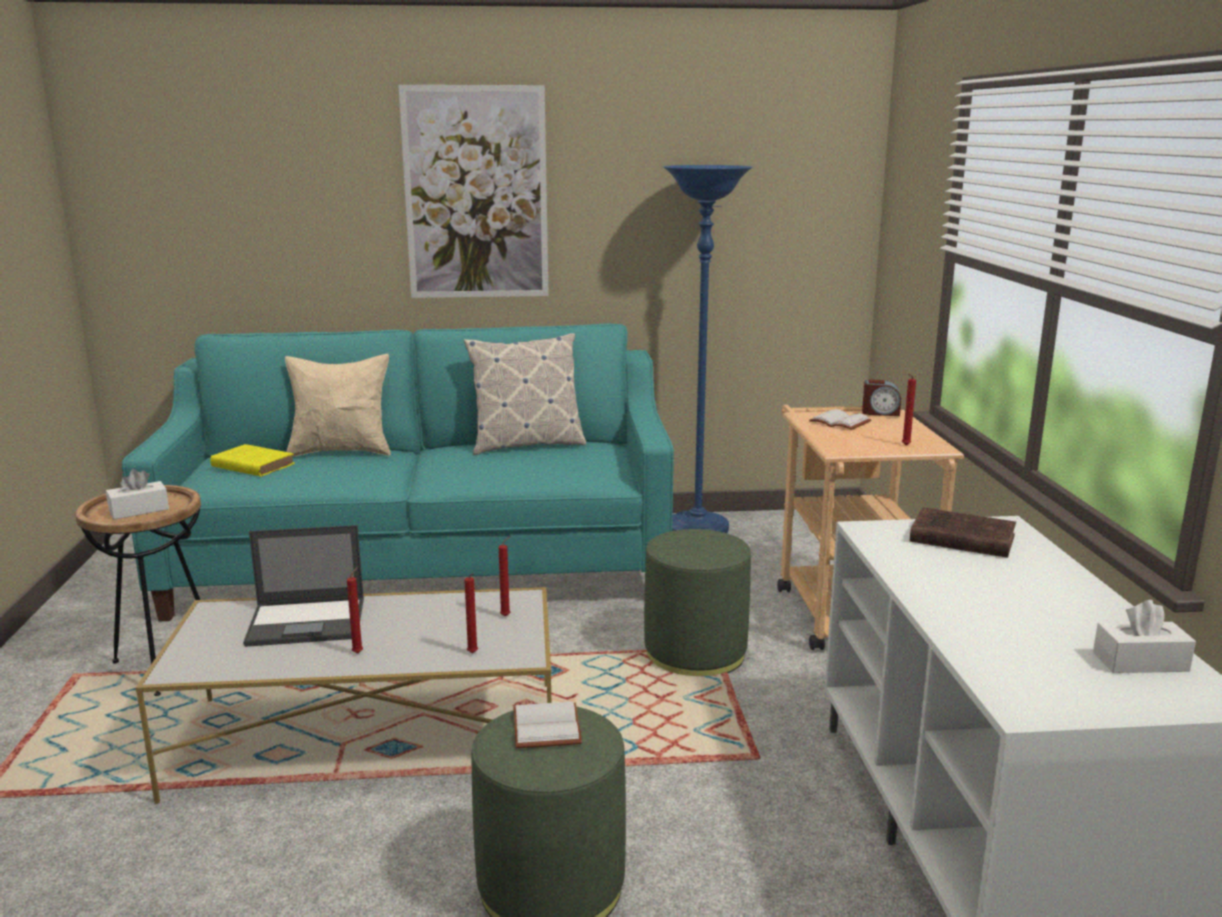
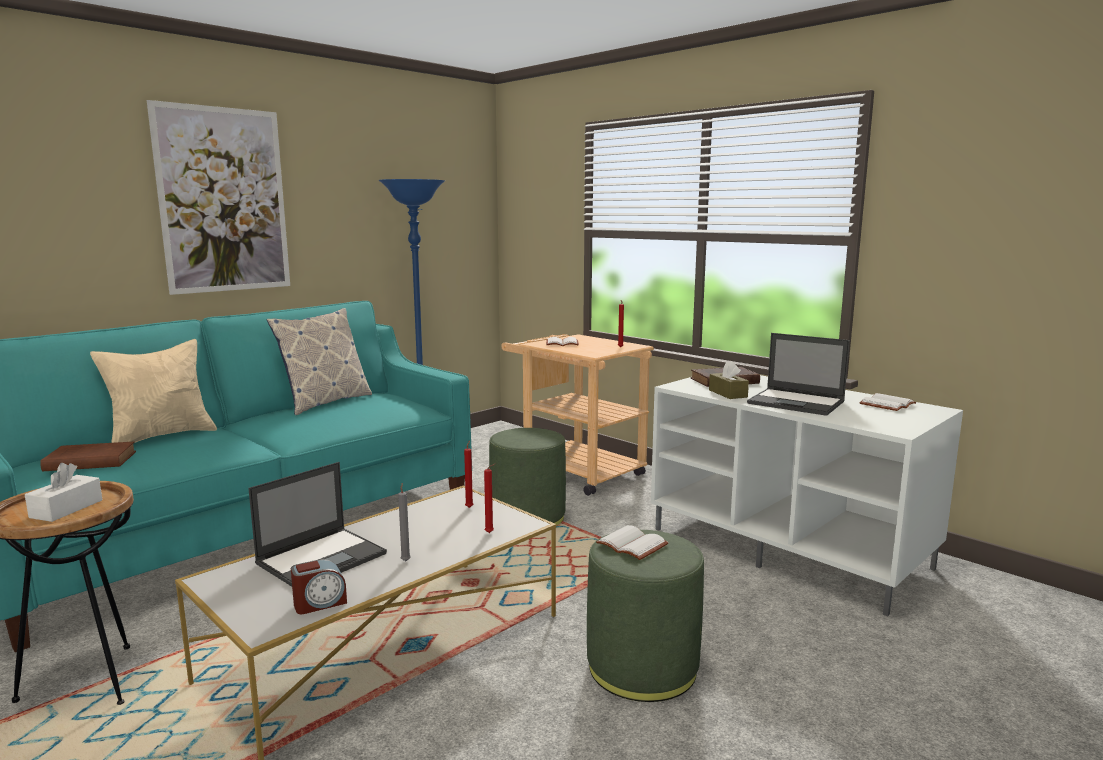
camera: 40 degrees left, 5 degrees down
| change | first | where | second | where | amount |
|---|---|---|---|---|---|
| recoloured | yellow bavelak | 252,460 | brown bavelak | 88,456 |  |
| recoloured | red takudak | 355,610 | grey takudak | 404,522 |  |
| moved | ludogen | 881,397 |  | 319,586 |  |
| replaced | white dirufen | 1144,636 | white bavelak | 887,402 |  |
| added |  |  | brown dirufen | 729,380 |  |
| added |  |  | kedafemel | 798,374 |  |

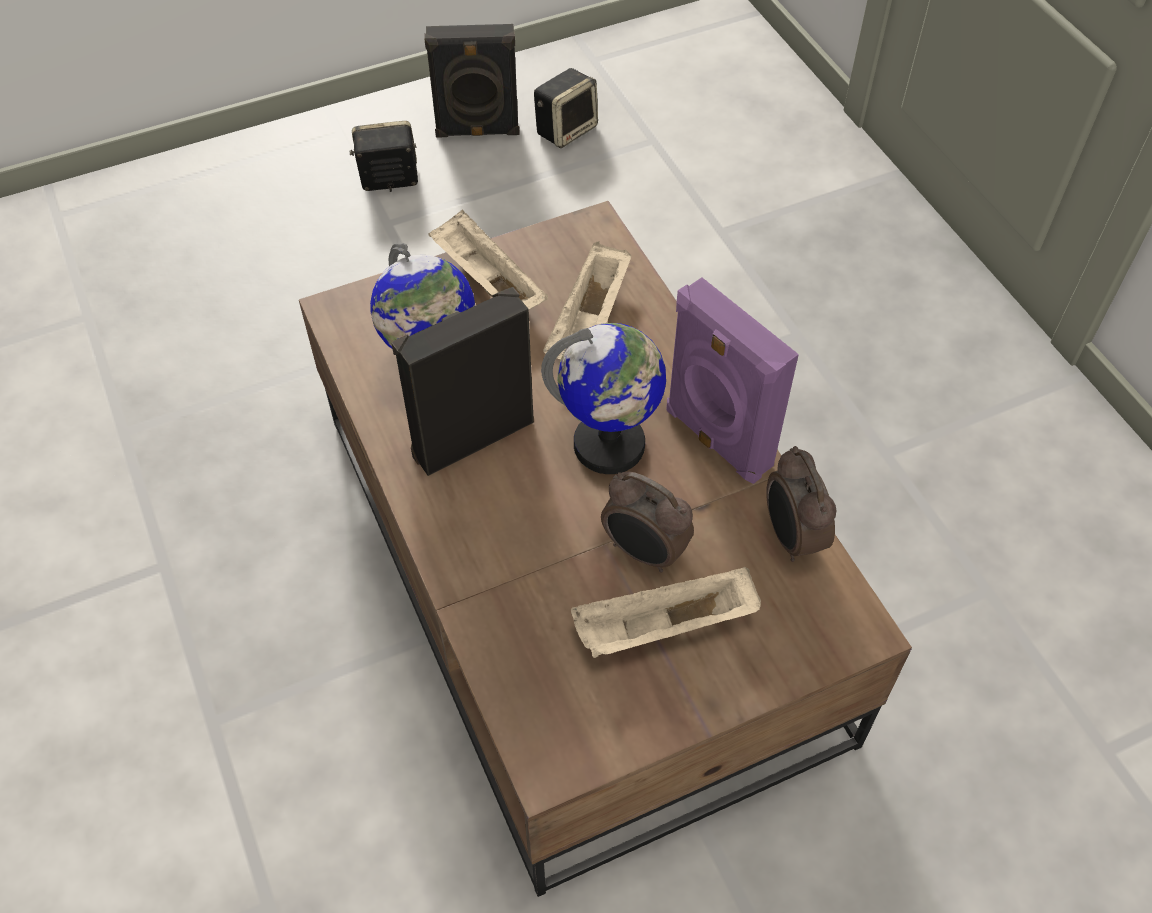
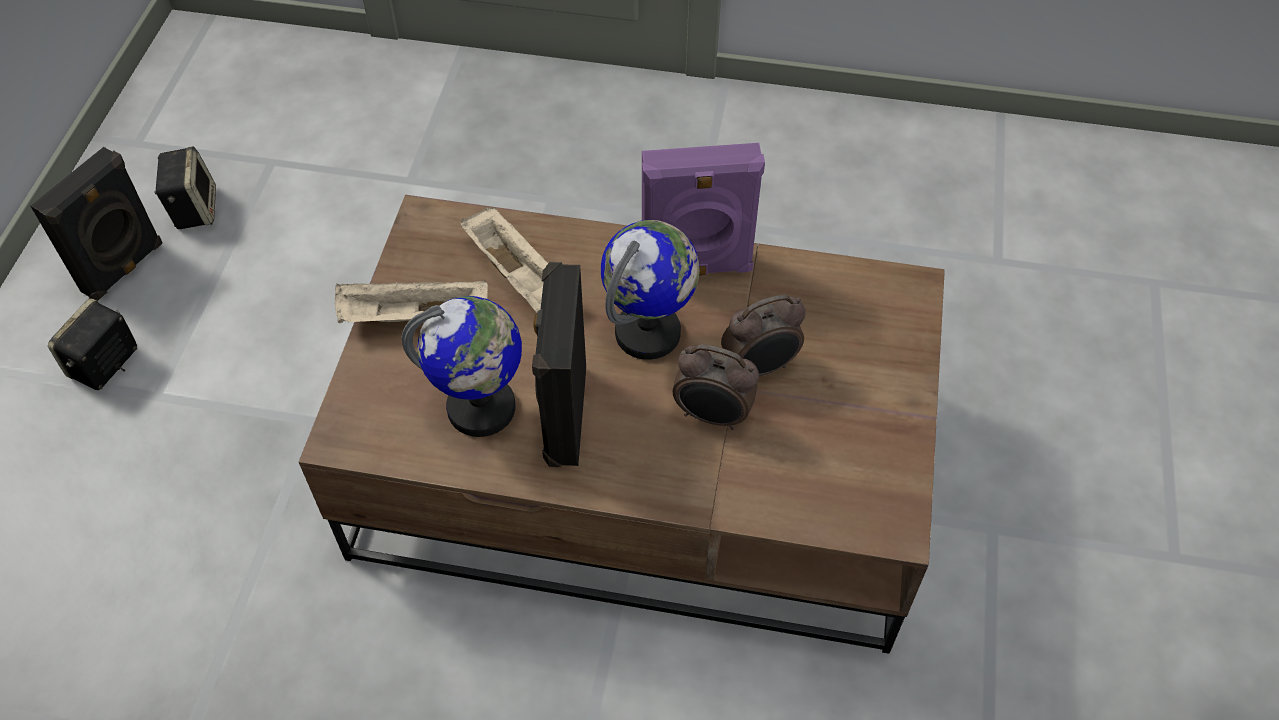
camera: 55 degrees left, 0 degrees up
| change | first | where | second | where | amount |
|---|---|---|---|---|---|
| removed | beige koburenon | 666,612 |  |  |  |
| moved | ludogen | 801,504 |  | 716,387 |  |

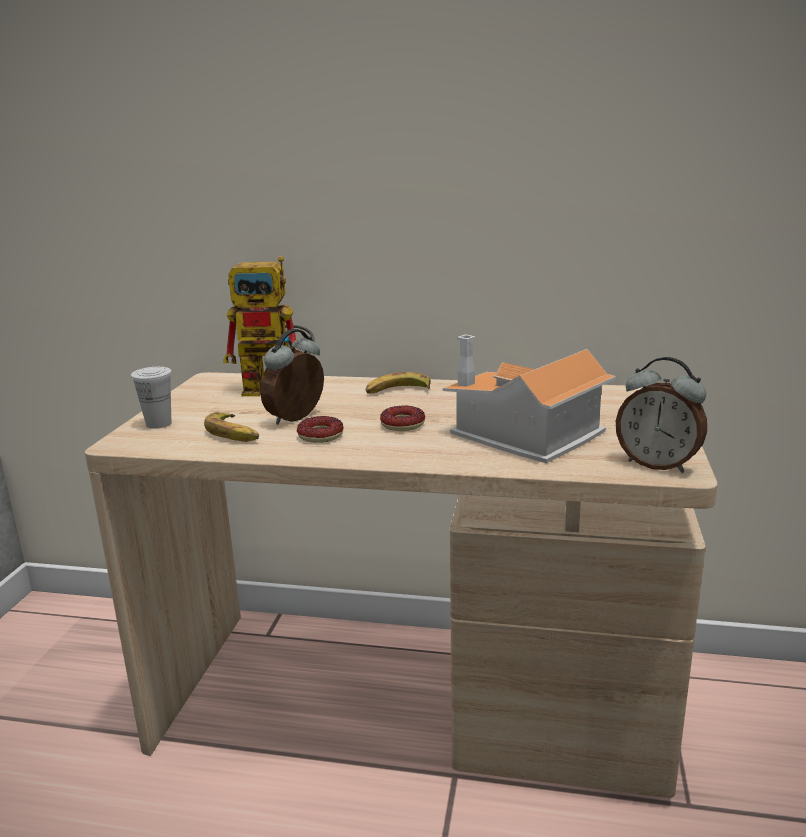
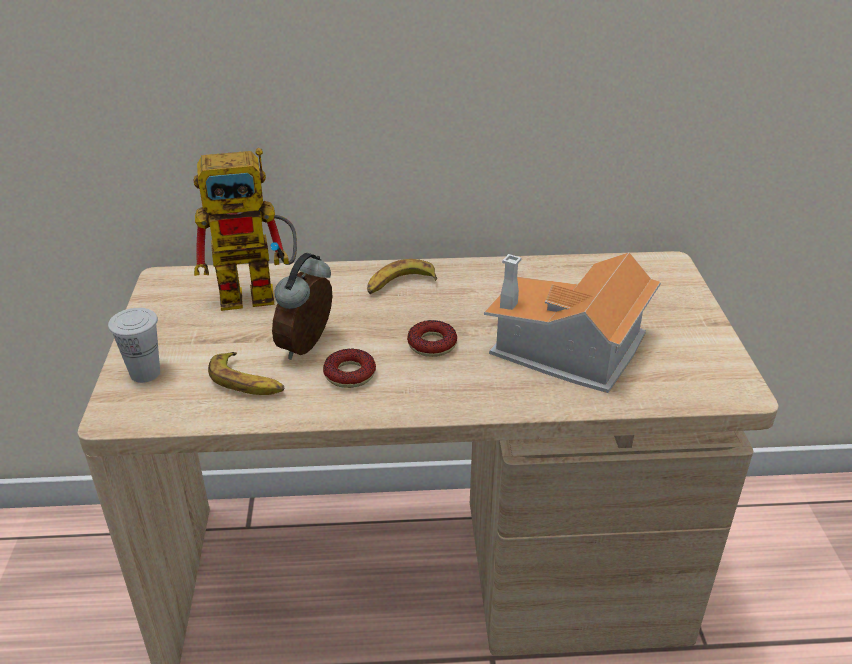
camera: 15 degrees left, 15 degrees up
| change | first | where | second | where | amount |
|---|---|---|---|---|---|
| removed | ludogen | 661,415 |  |  |  |

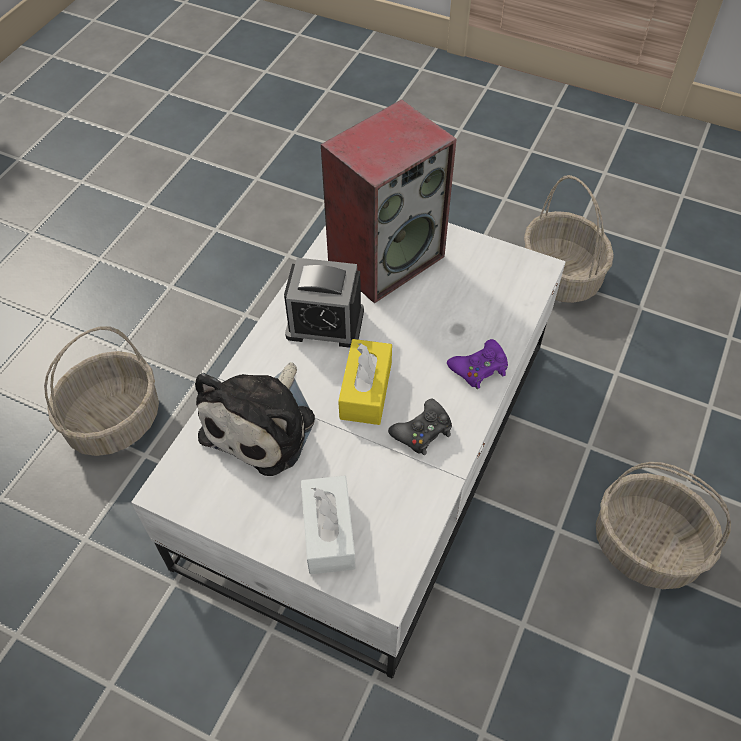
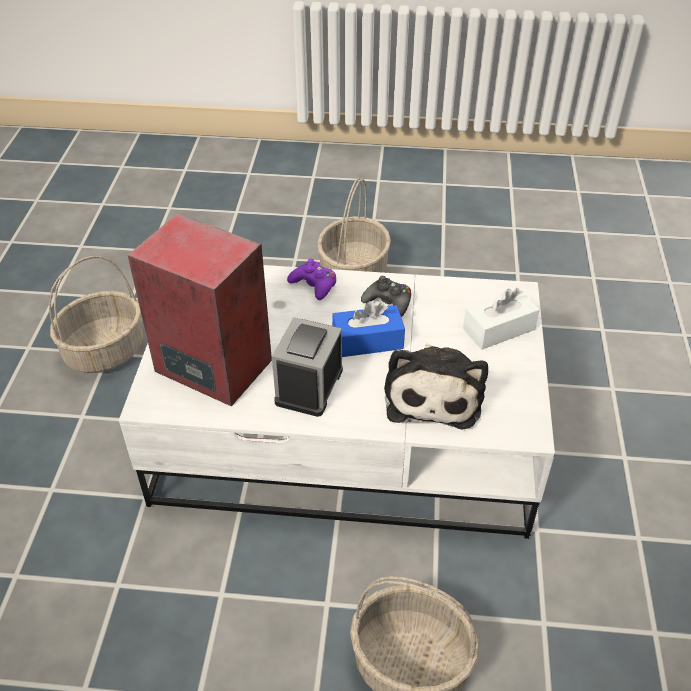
camera: 110 degrees left, 10 degrees down
| change | first | where | second | where | amount |
|---|---|---|---|---|---|
| turned | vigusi | 255,419 |  | 436,386 | 90 degrees clockwise |
| turned | ludogen | 324,303 |  | 307,367 | 150 degrees counterclockwise |
| recoloured | yellow dirufen | 365,382 | blue dirufen | 368,329 |  |

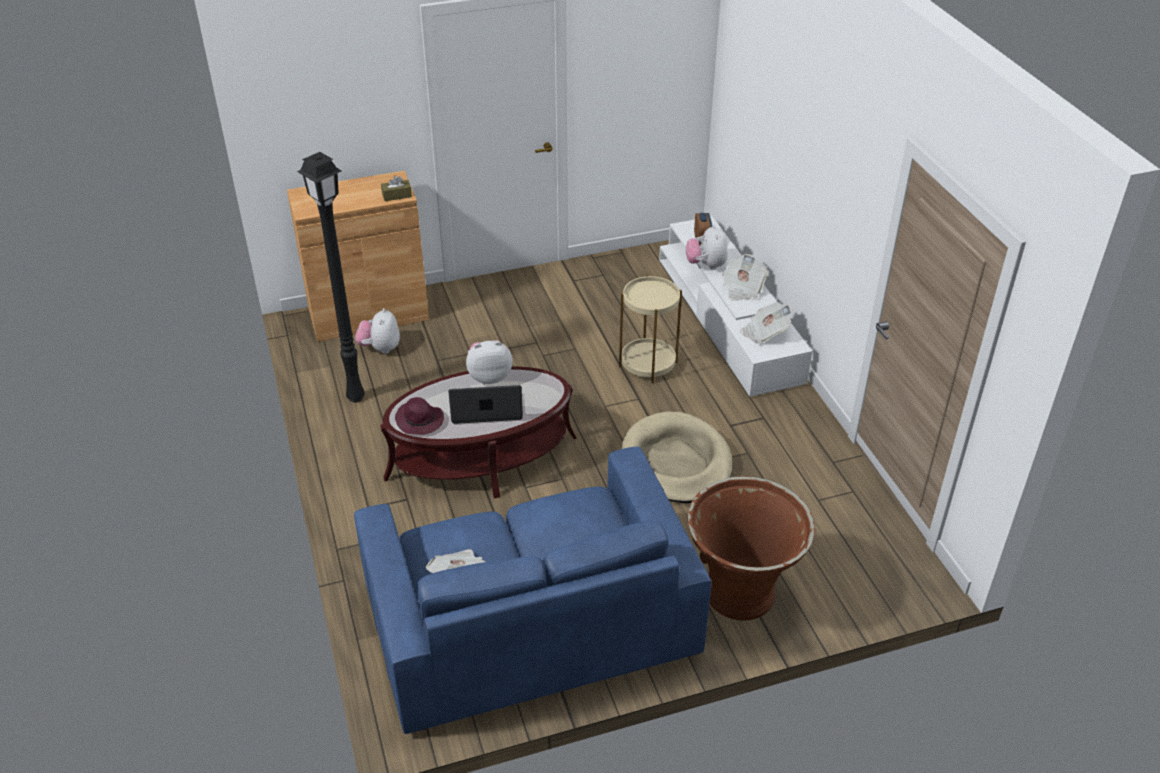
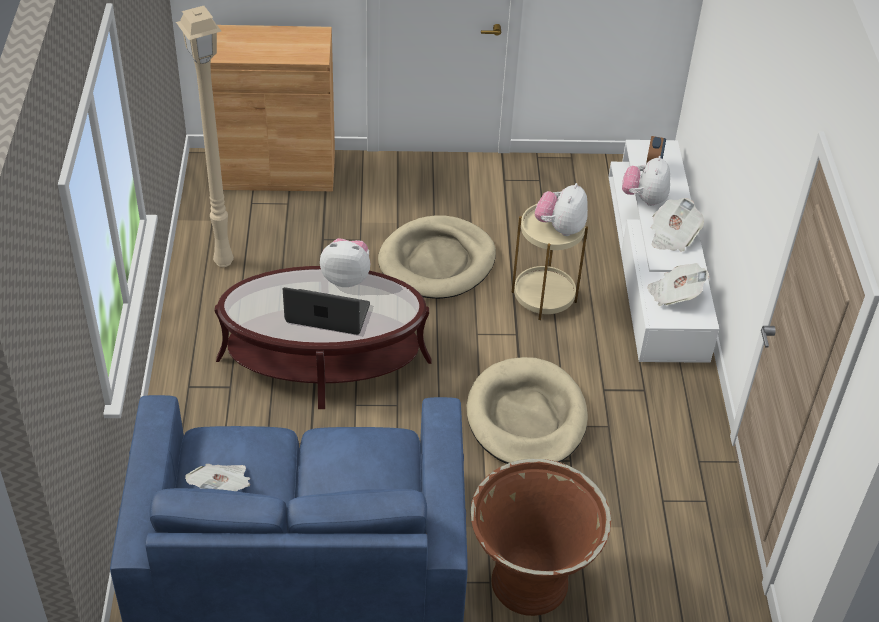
camera: 15 degrees right, 5 degrees up
| change | first | where | second | where | amount |
|---|---|---|---|---|---|
| recoloured | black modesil | 331,277 | beige modesil | 205,136 |  |
| moved | vigusi | 377,331 |  | 561,209 |  |
| removed | brown dirufen | 396,188 |  |  |  |
| removed | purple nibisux | 419,416 |  |  |  |
| added |  |  | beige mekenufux | 437,257 |  |

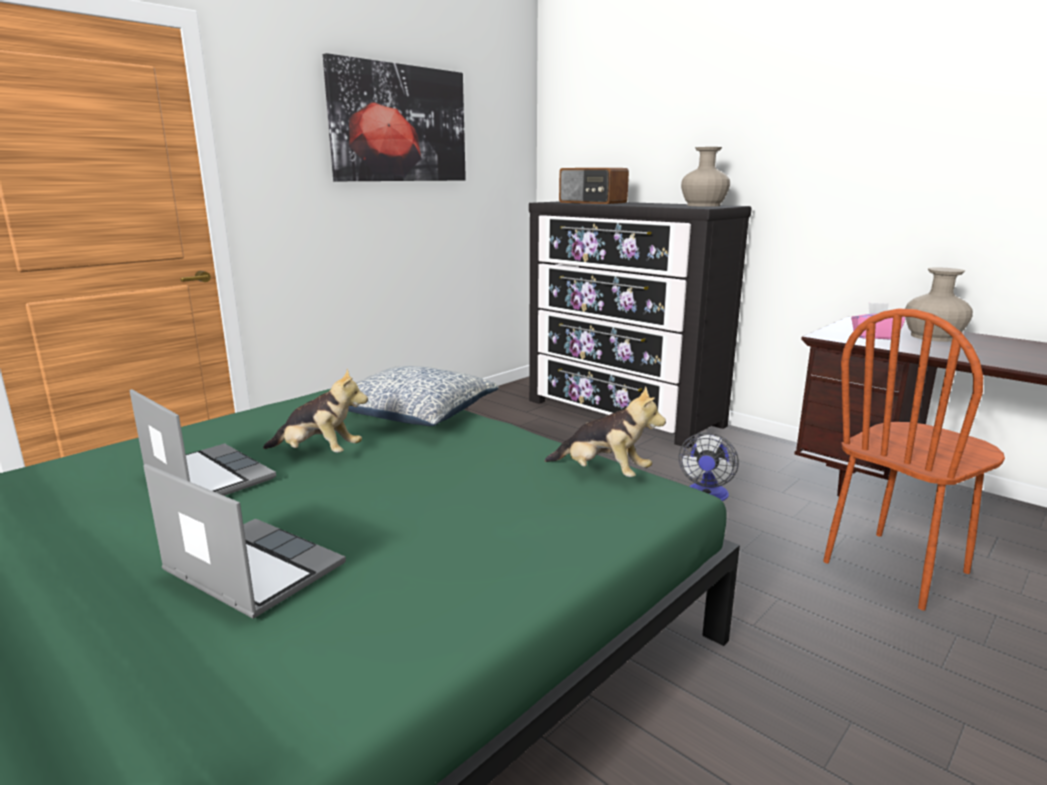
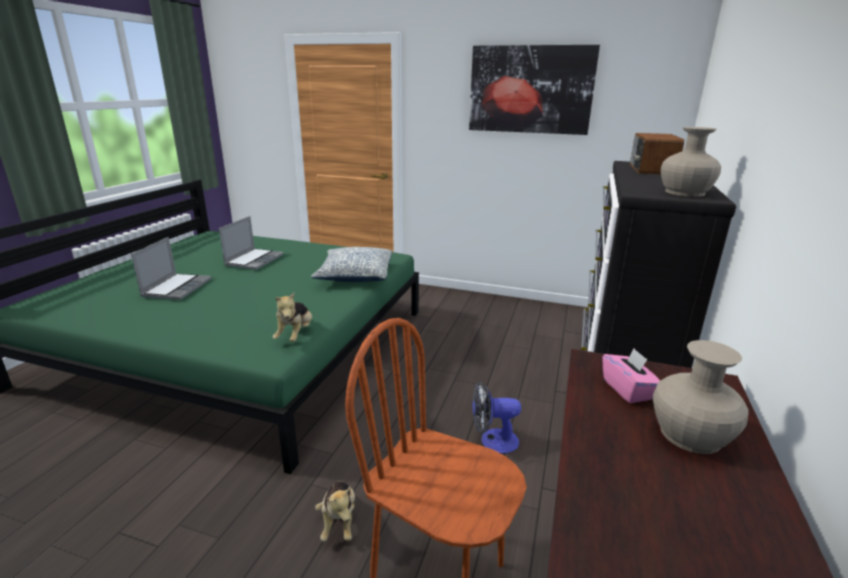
camera: 65 degrees right, 5 degrees up
| change | first | where | second | where | amount |
|---|---|---|---|---|---|
| moved | vigusi | 315,411 |  | 335,511 |  |

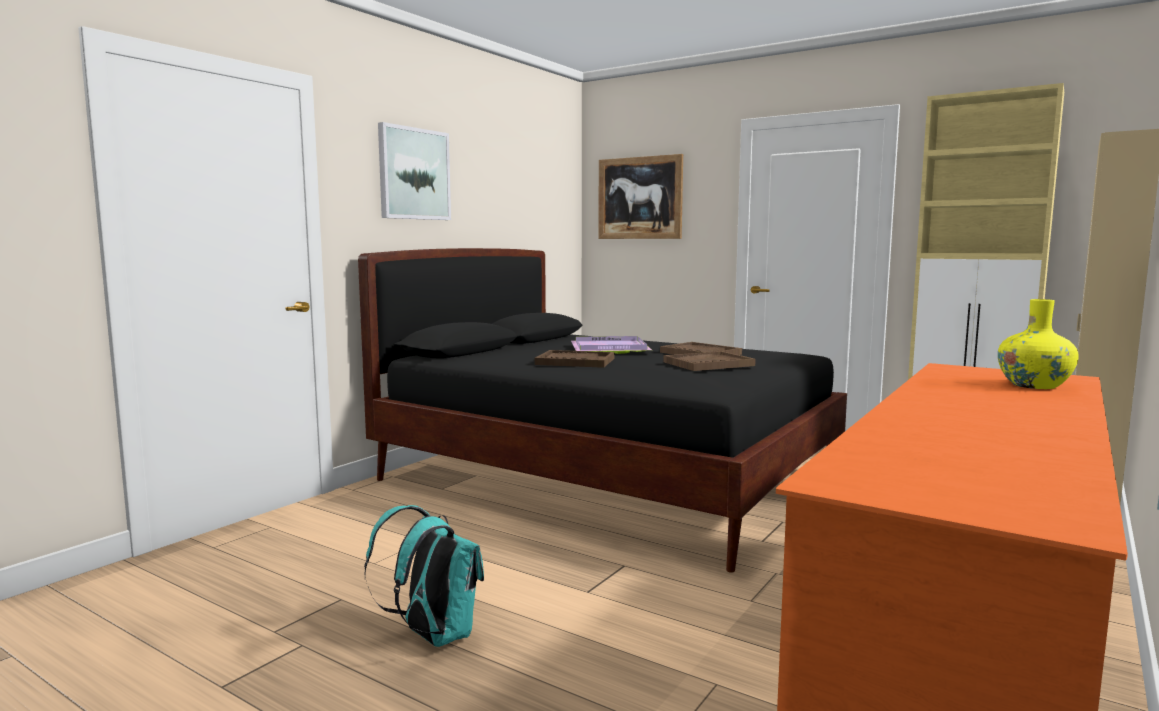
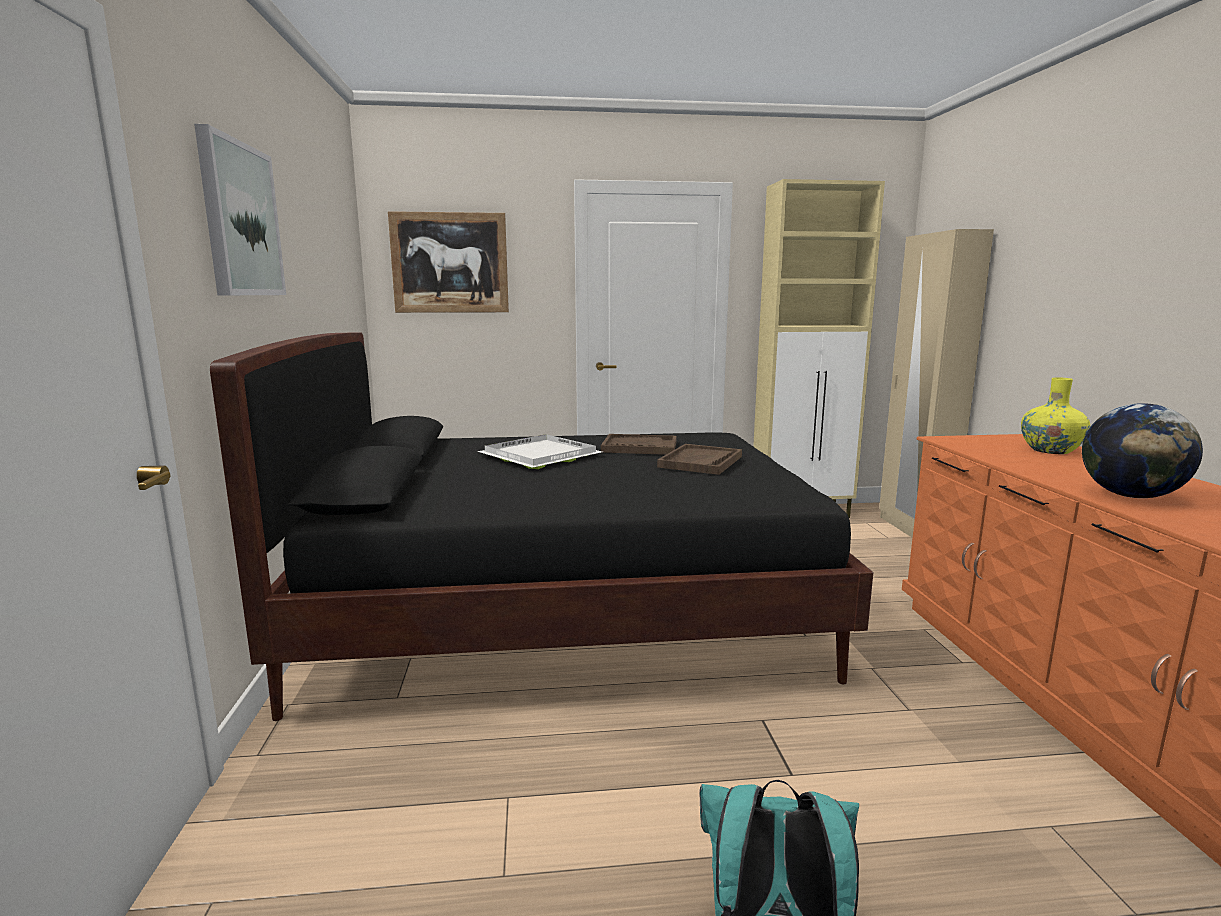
camera: 40 degrees left, 5 degrees up
| change | first | where | second | where | amount |
|---|---|---|---|---|---|
| removed | brown koburenon | 574,359 |  |  |  |
| recoloured | purple koburenon | 611,345 | white koburenon | 539,451 |  |
| added |  |  | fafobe | 1142,450 |  |

